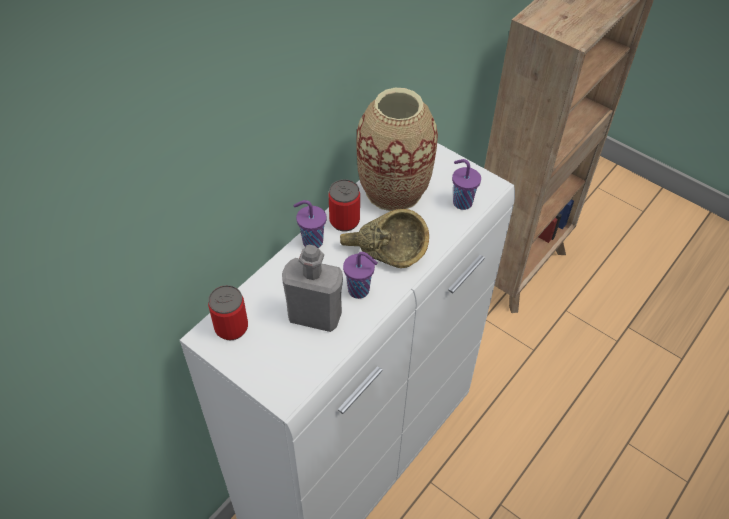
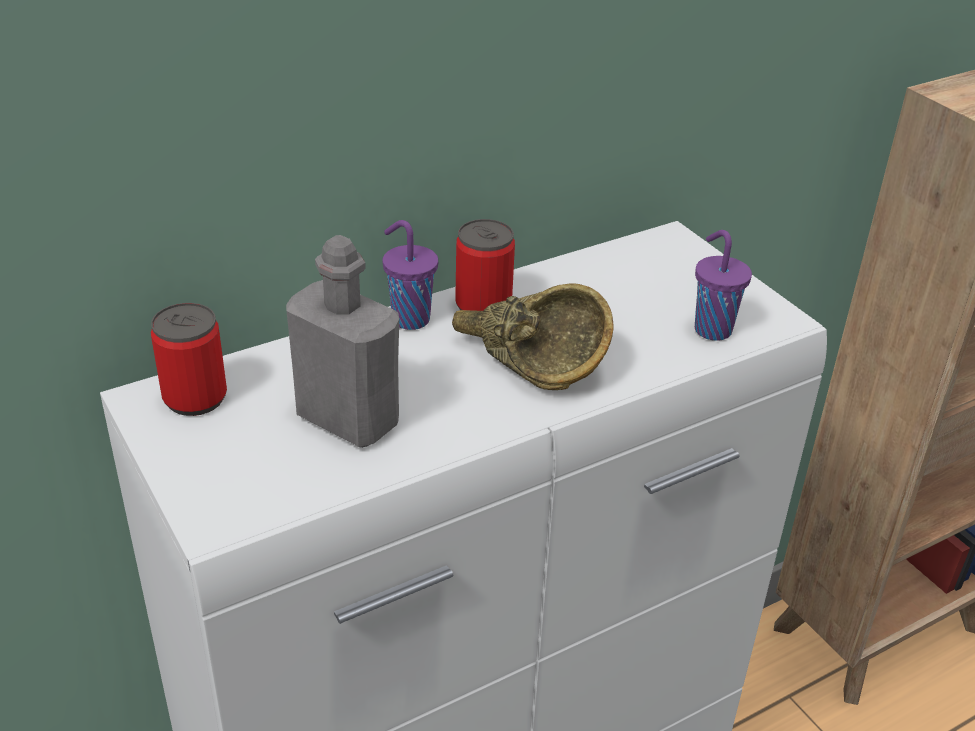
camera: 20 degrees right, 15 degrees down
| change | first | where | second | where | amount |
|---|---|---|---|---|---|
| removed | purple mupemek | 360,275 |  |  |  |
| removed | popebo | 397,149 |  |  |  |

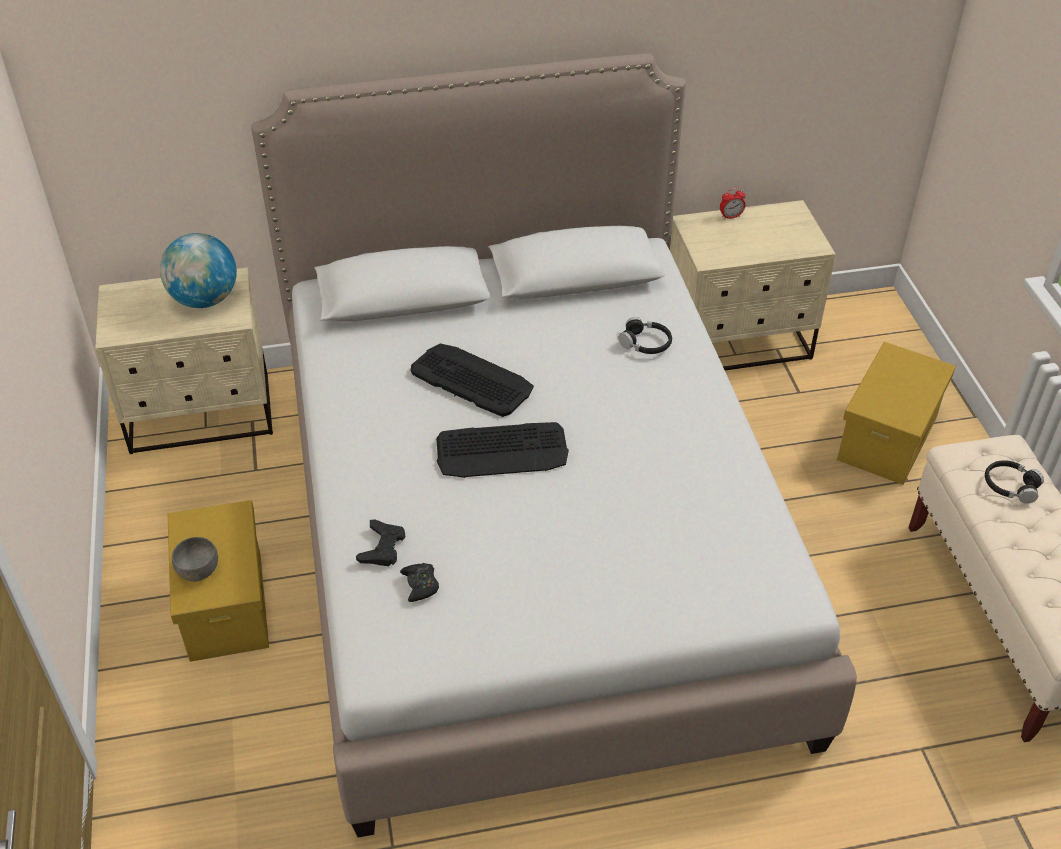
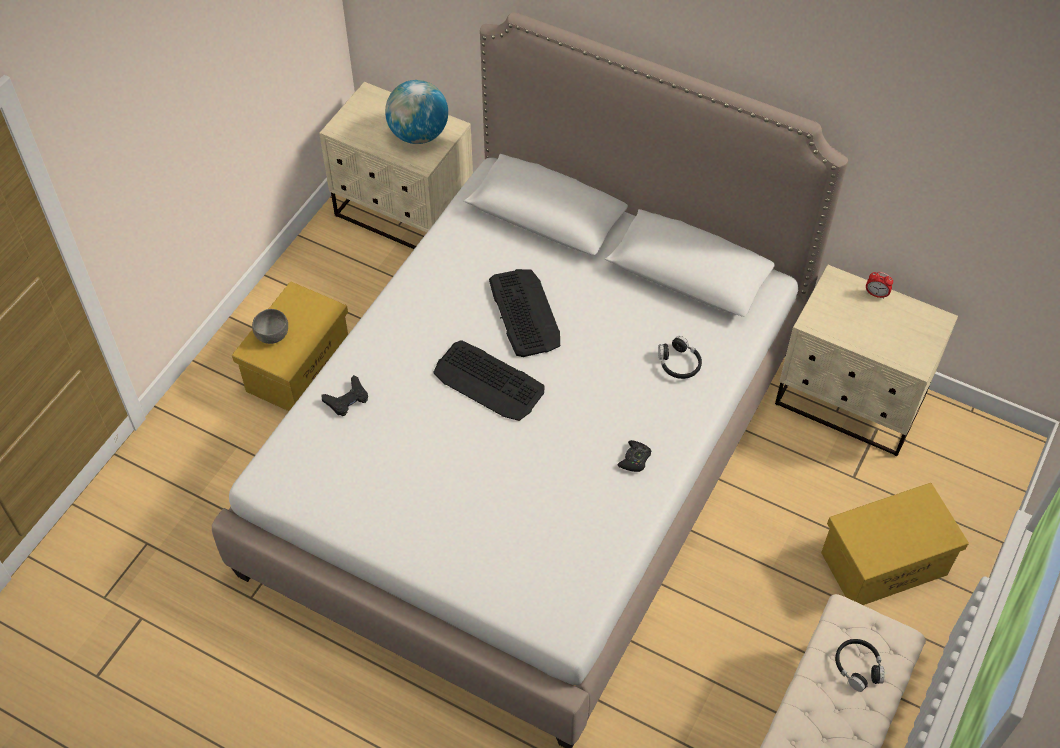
camera: 40 degrees right, 10 degrees up
| change | first | where | second | where | amount |
|---|---|---|---|---|---|
| moved | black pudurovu | 419,582 |  | 635,456 |  |

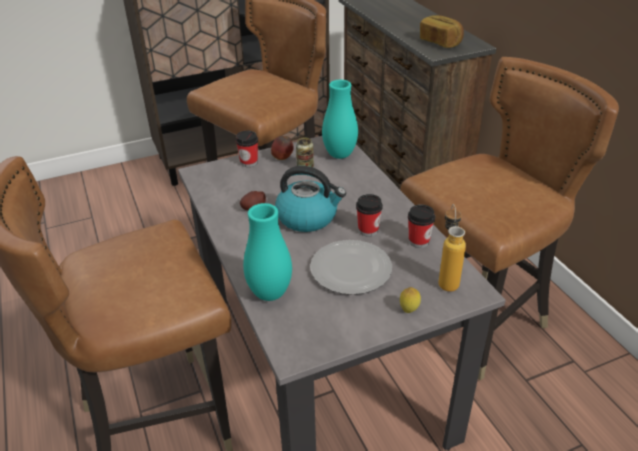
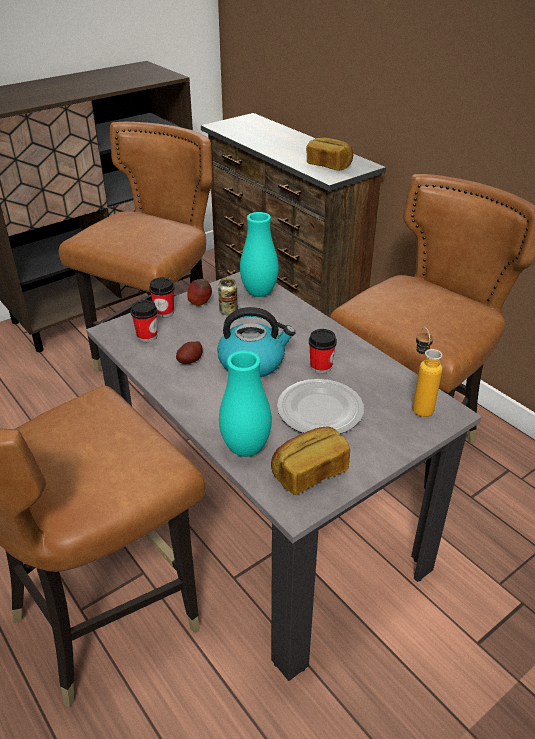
camera: 15 degrees left, 0 degrees up
| change | first | where | second | where | amount |
|---|---|---|---|---|---|
| removed | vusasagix | 410,300 |  |  |  |
| moved | mupemek | 421,226 |  | 144,321 |  |
| added |  |  | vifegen | 310,461 |  |

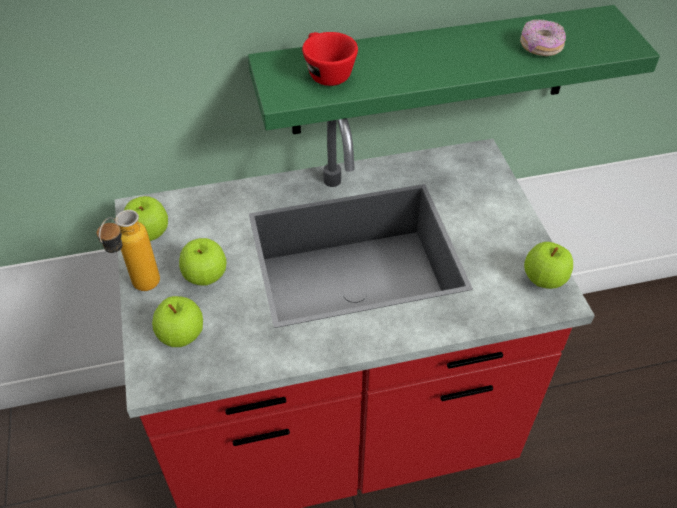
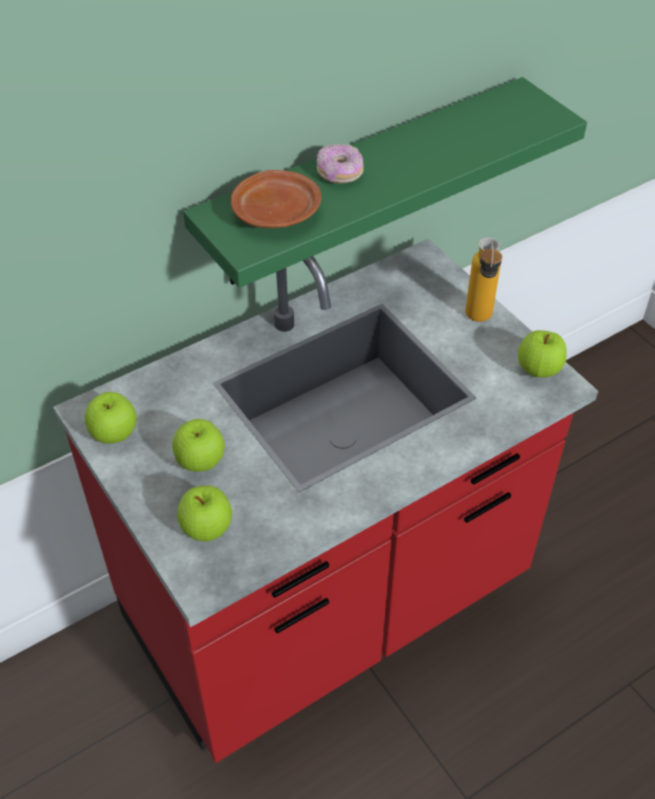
camera: 20 degrees left, 0 degrees up
| change | first | where | second | where | amount |
|---|---|---|---|---|---|
| moved | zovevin | 128,250 |  | 483,280 |  |
| replaced | red mupemek | 330,59 | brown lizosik | 276,199 |  |
| moved | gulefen | 543,37 |  | 340,164 |  |

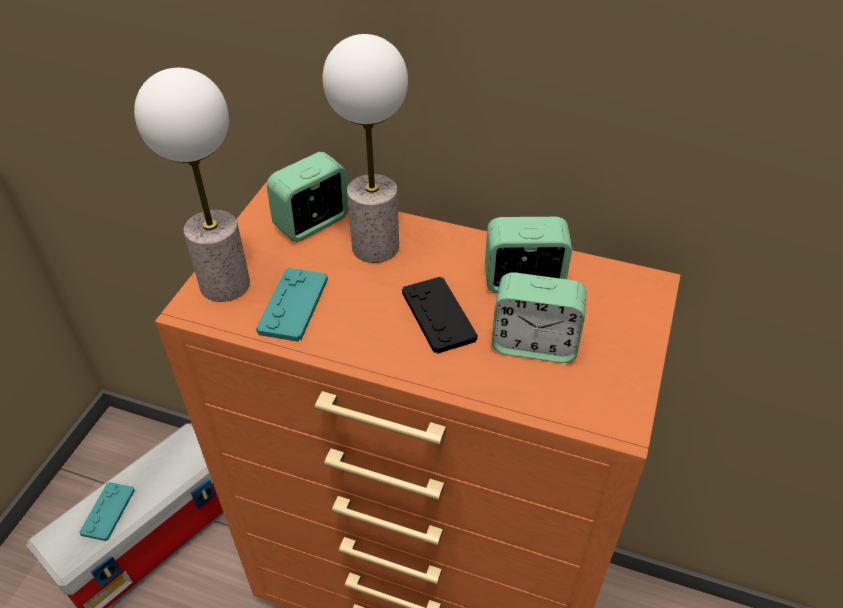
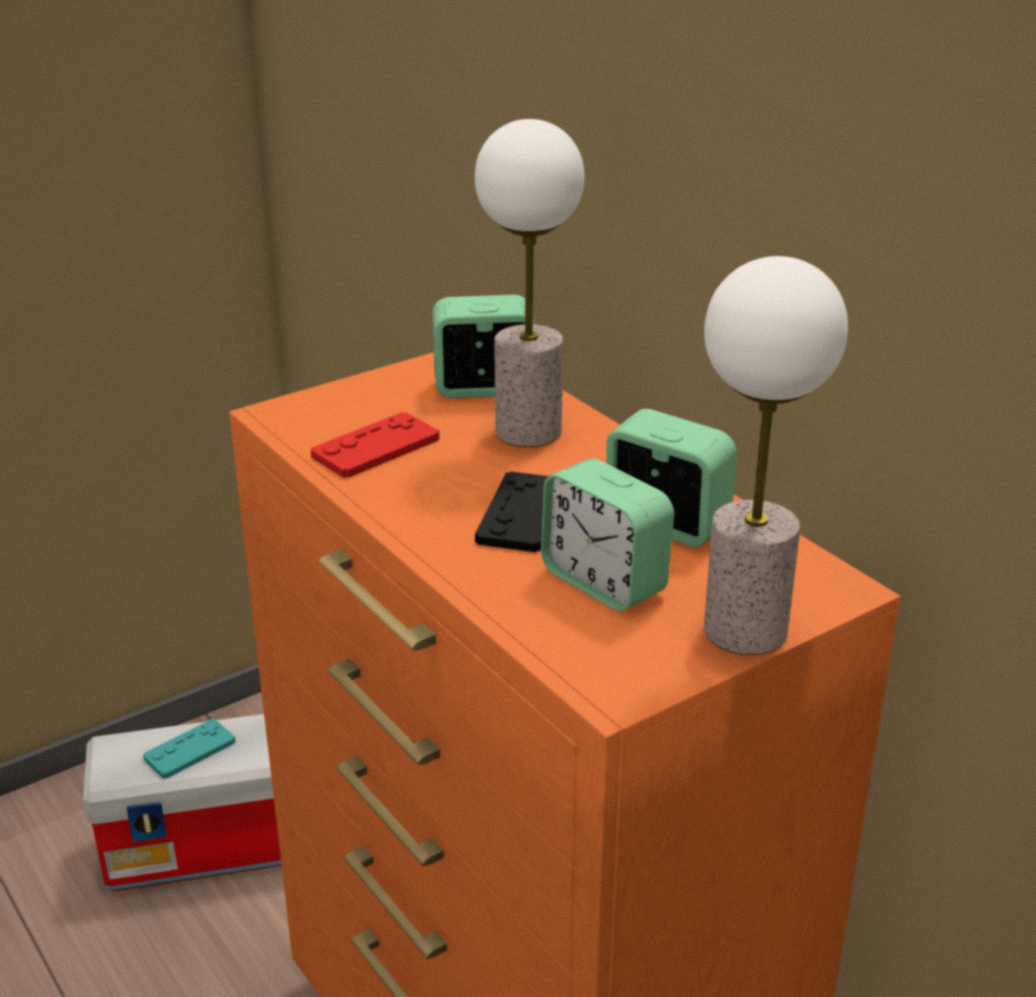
camera: 35 degrees right, 15 degrees down
| change | first | where | second | where | amount |
|---|---|---|---|---|---|
| moved | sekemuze | 192,185 |  | 776,455 |  |
| recoloured | turquoise pudurovu | 292,305 | red pudurovu | 375,445 |  |

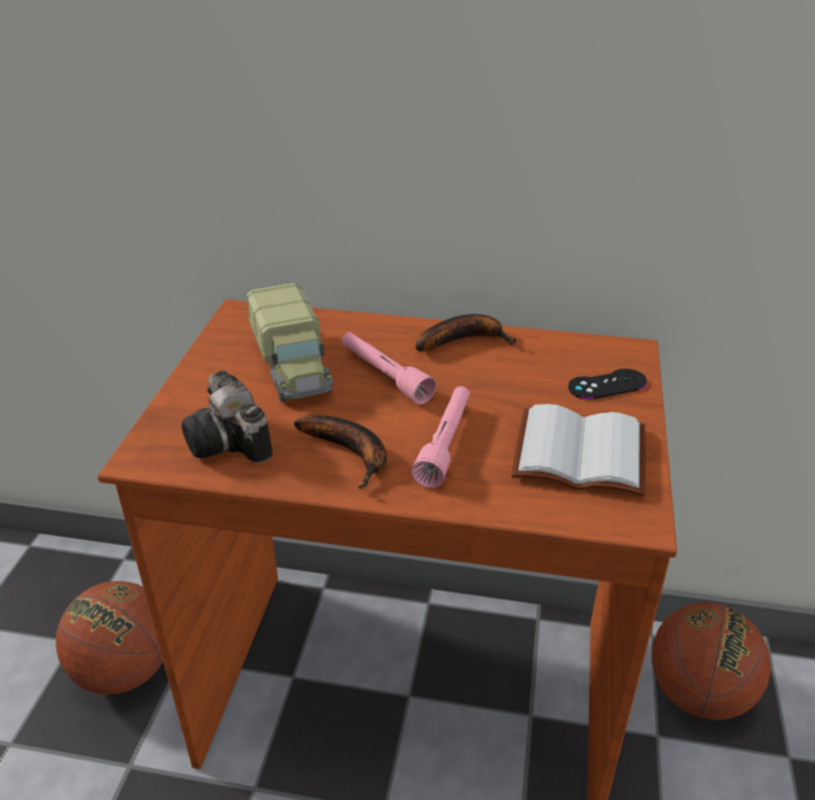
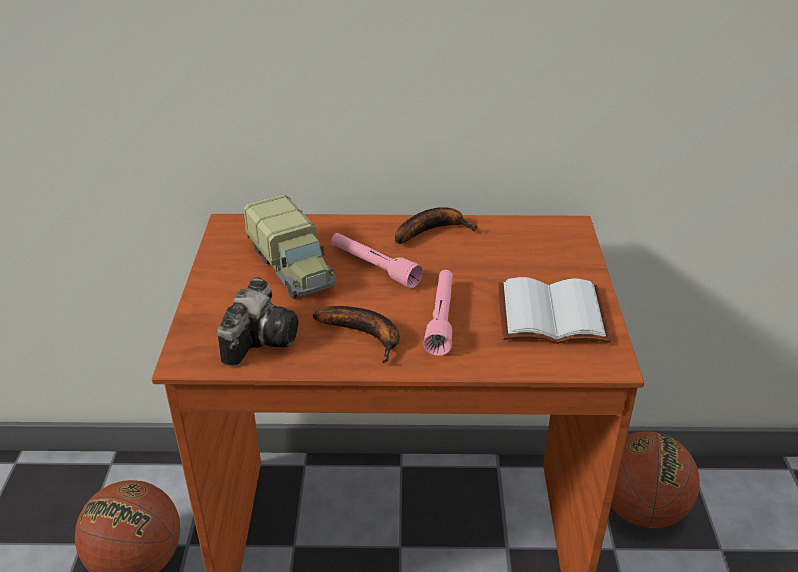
camera: 10 degrees left, 0 degrees up
| change | first | where | second | where | amount |
|---|---|---|---|---|---|
| turned | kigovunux | 226,416 |  | 258,321 | 120 degrees counterclockwise |
| removed | black pudurovu | 607,384 |  |  |  |

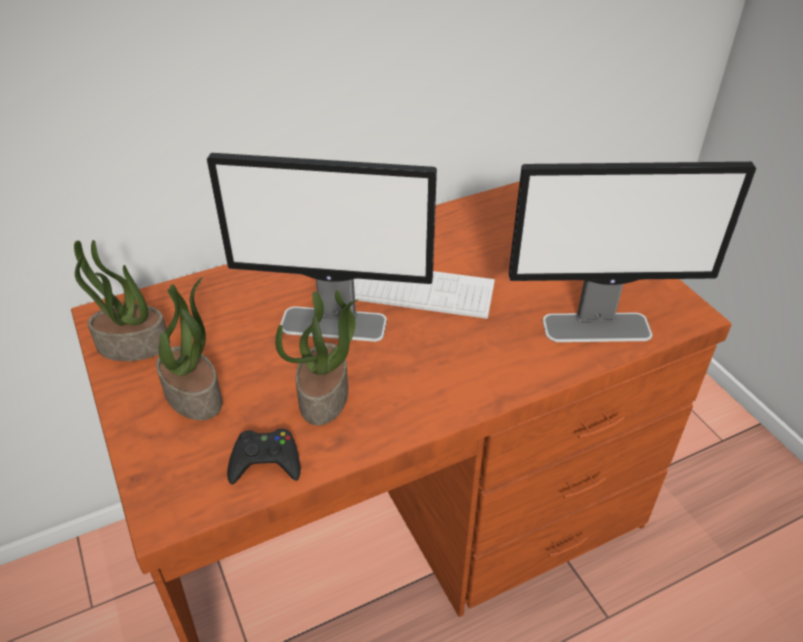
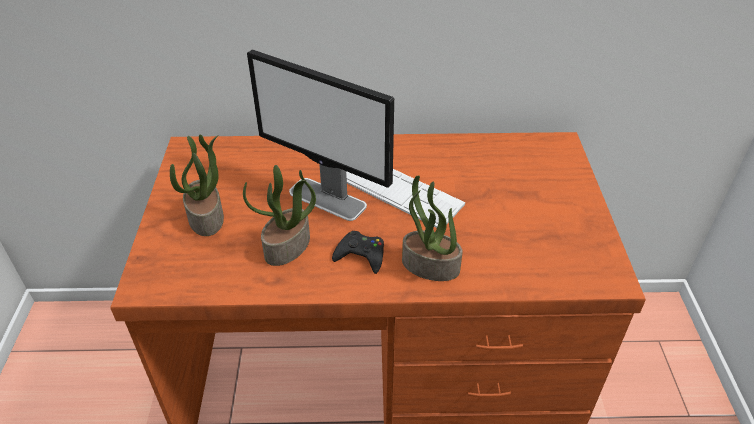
camera: 25 degrees right, 0 degrees up
| change | first | where | second | where | amount |
|---|---|---|---|---|---|
| moved | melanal | 122,300 |  | 432,228 |  |
| moved | black pudurovu | 264,456 |  | 358,252 |  |
| removed | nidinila | 632,252 |  |  |  |

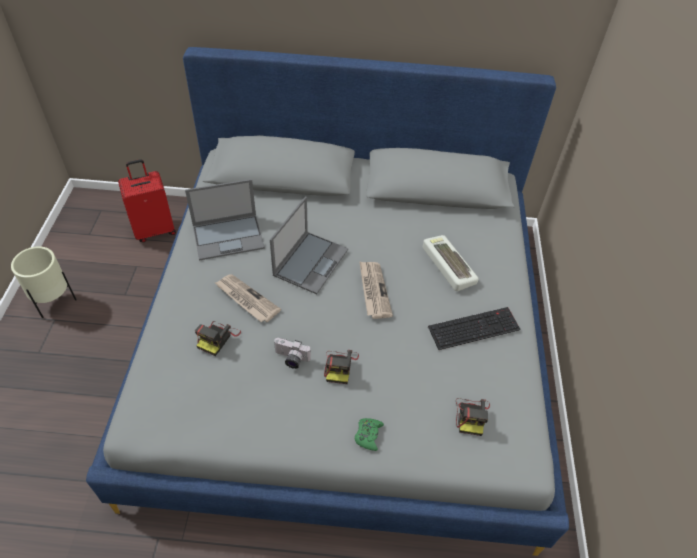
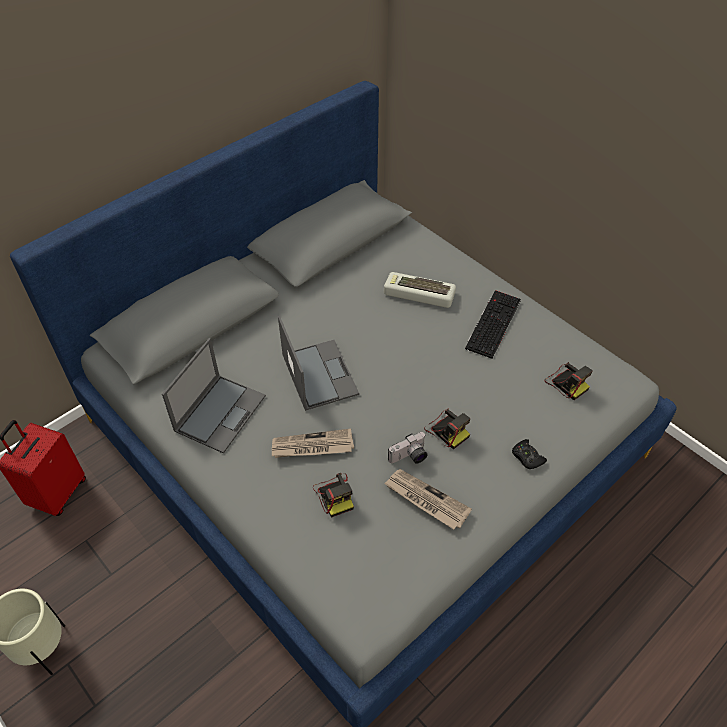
camera: 45 degrees left, 0 degrees up
| change | first | where | second | where | amount |
|---|---|---|---|---|---|
| recoloured | green pudurovu | 369,434 | black pudurovu | 529,454 |  |
| moved | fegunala | 376,290 |  | 428,499 |  |

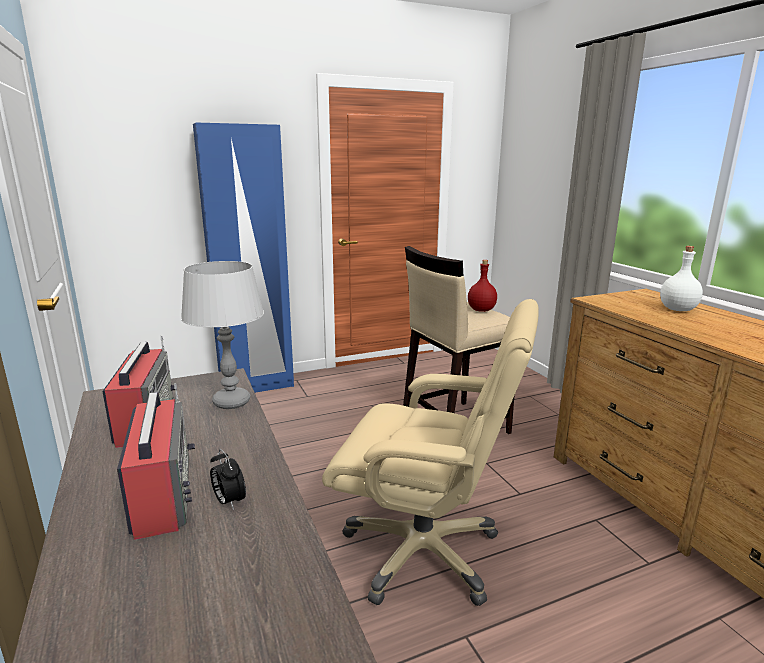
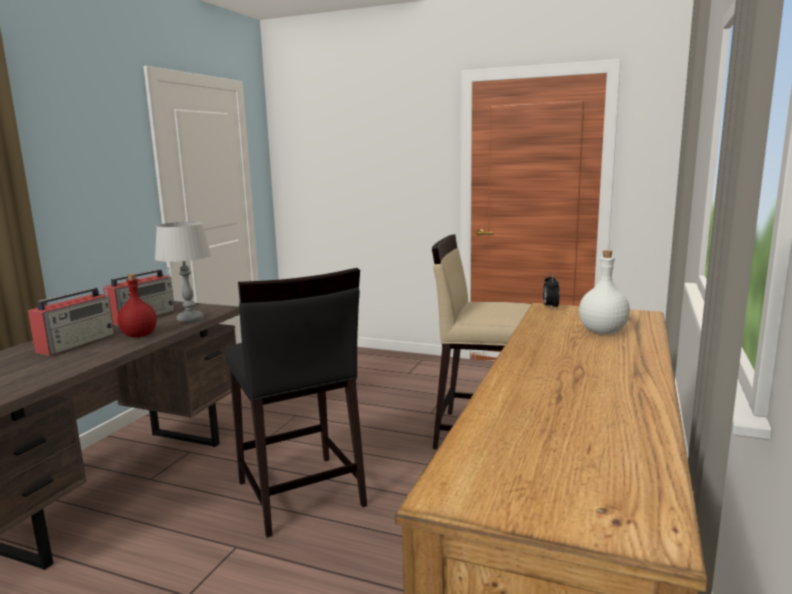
camera: 45 degrees right, 5 degrees down
| change | first | where | second | where | amount |
|---|---|---|---|---|---|
| removed | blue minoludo | 243,257 |  |  |  |
| moved | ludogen | 228,479 |  | 551,291 |  |
| replaced | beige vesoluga | 430,452 | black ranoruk | 296,403 |  |
| moved | red zovevin | 482,286 |  | 137,306 |  |

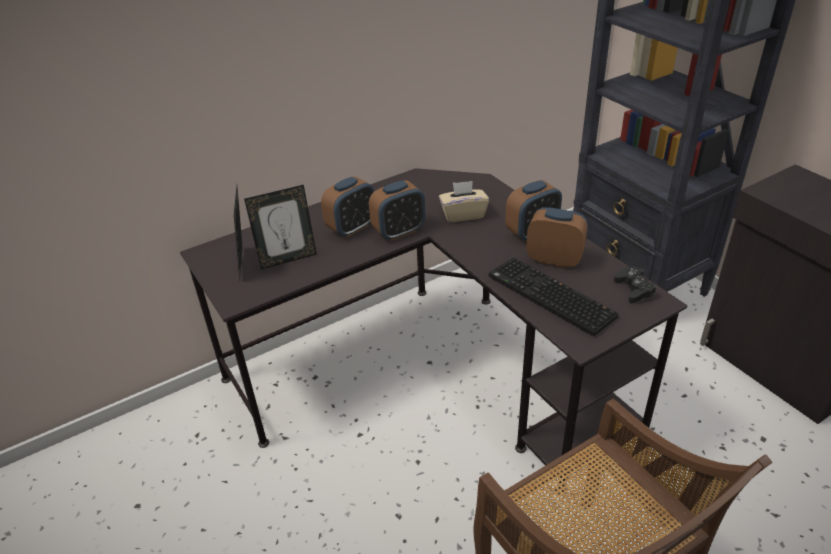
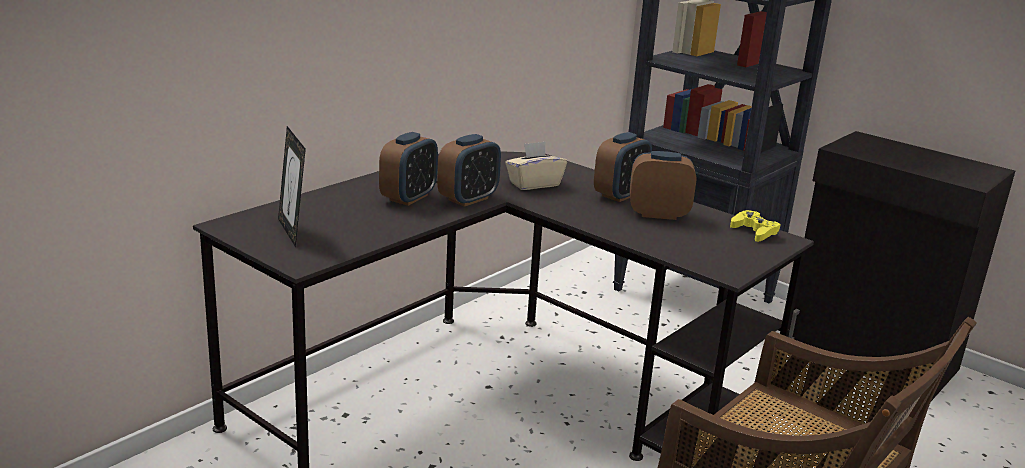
camera: 20 degrees left, 15 degrees down
| change | first | where | second | where | amount |
|---|---|---|---|---|---|
| removed | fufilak | 280,227 |  |  |  |
| removed | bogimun | 554,296 |  |  |  |
| recoloured | black pudurovu | 635,285 | yellow pudurovu | 755,226 |  |

